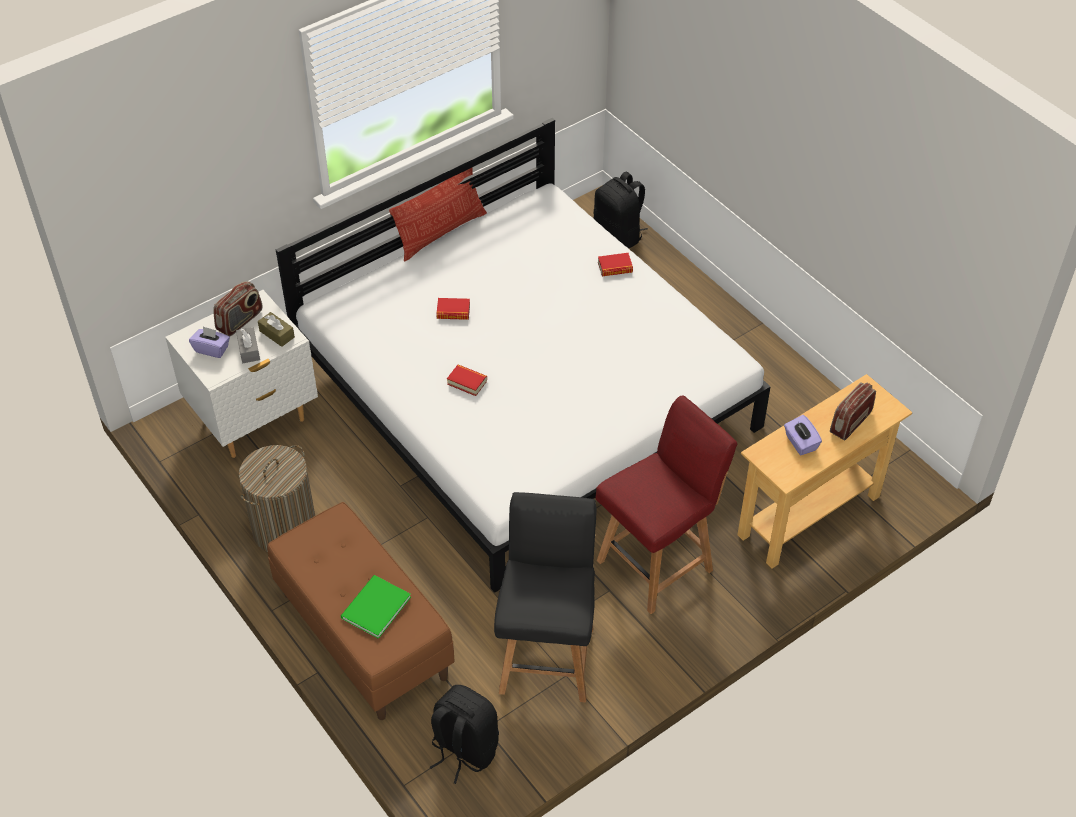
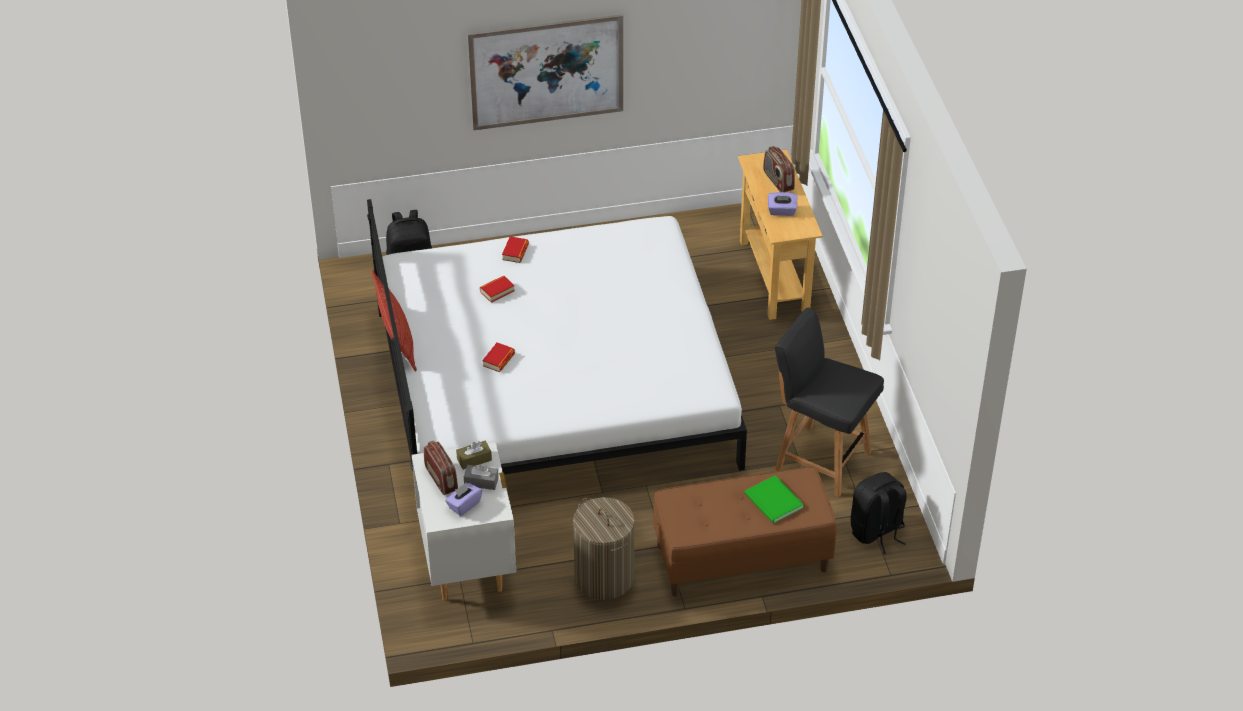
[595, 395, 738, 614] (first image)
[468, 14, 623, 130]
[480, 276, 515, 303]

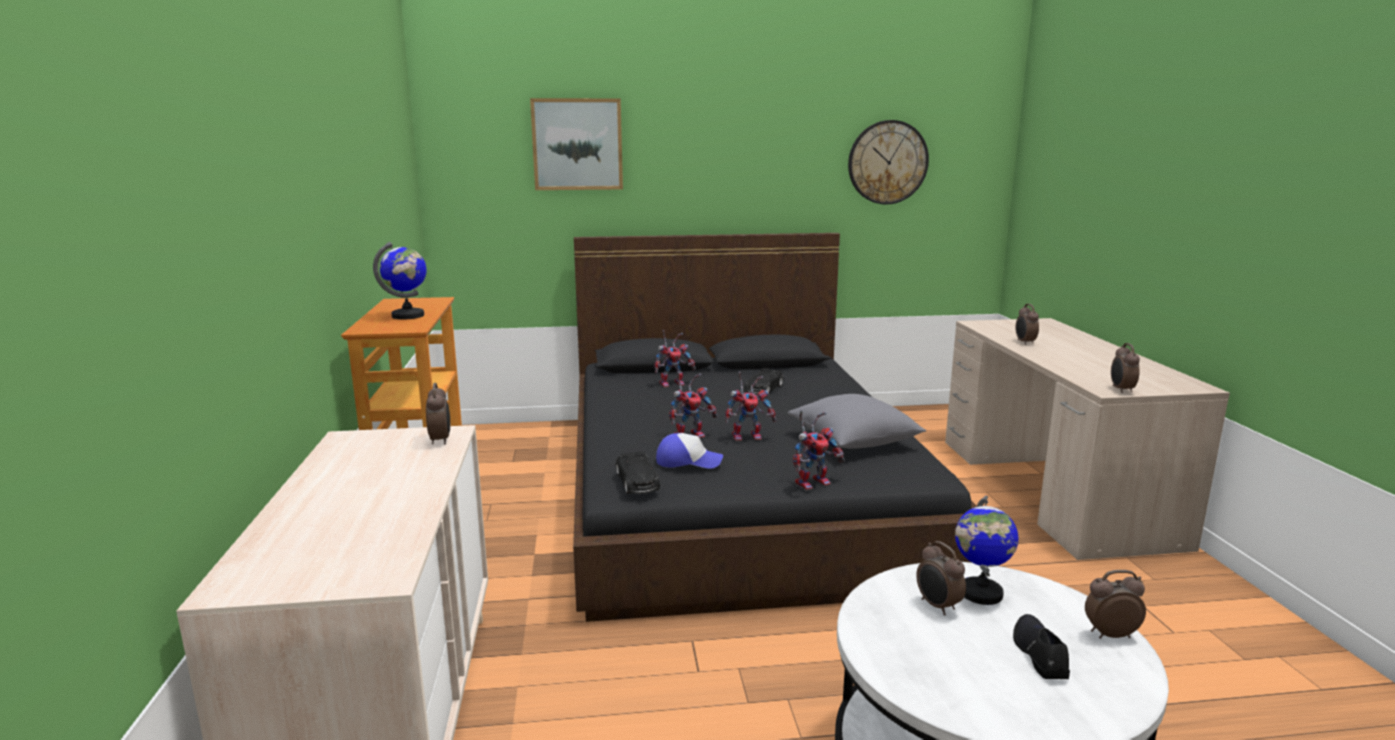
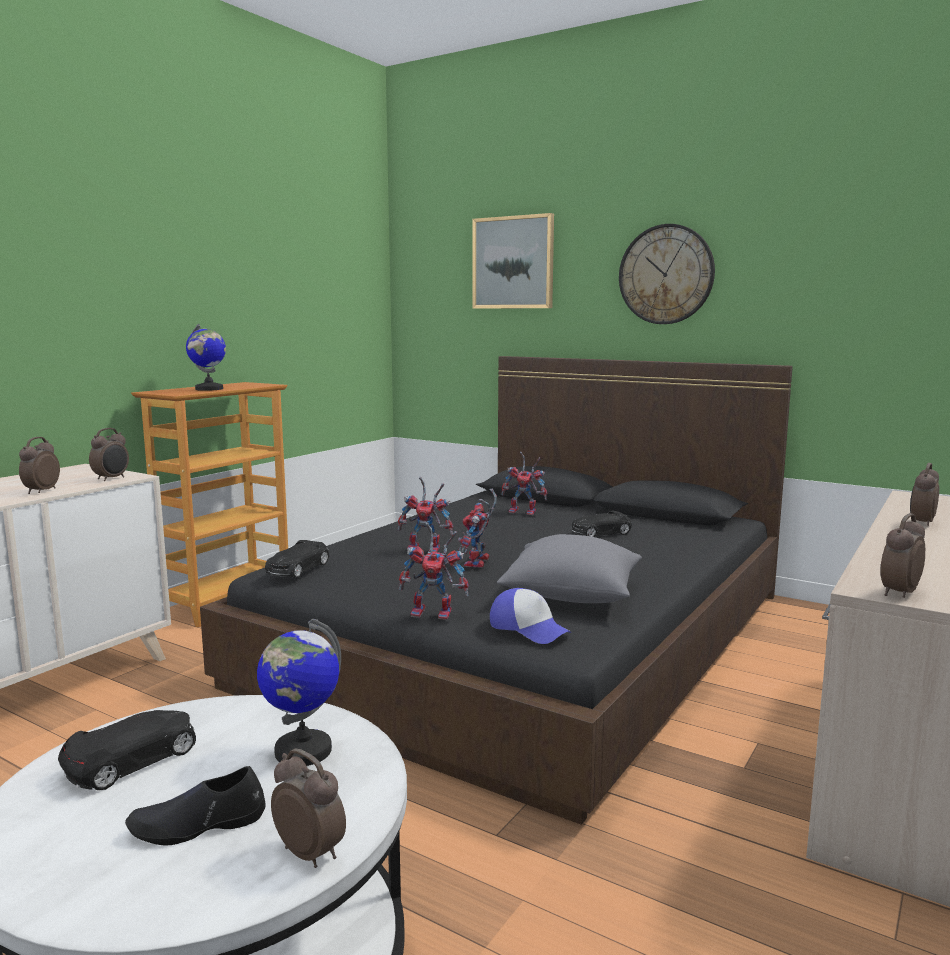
[58, 710, 196, 790]
[490, 588, 572, 644]
[619, 224, 715, 324]
[19, 437, 60, 494]
[458, 489, 497, 568]
[125, 766, 266, 846]

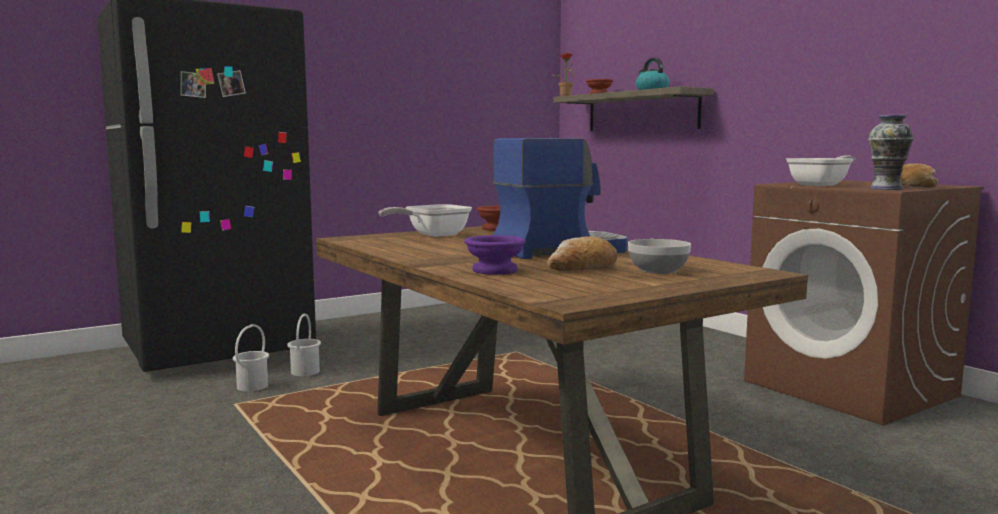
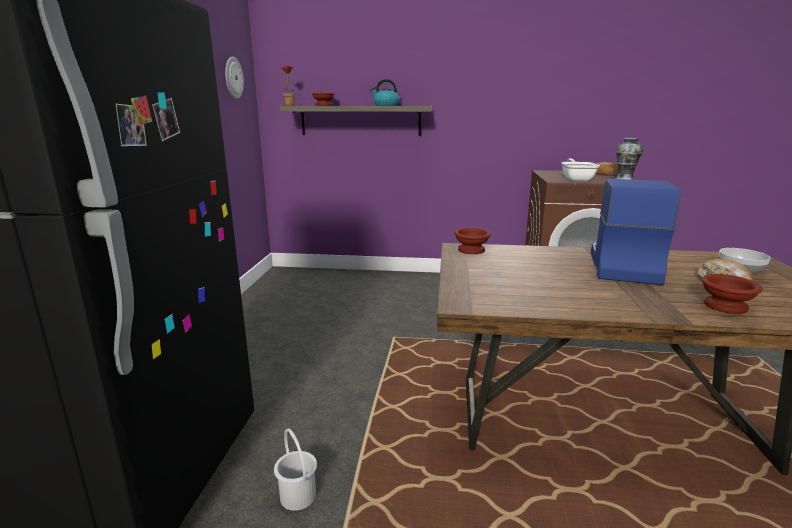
[287, 313, 321, 376] (first image)
[379, 204, 472, 237] (first image)
[225, 57, 244, 99]
[701, 274, 763, 314]

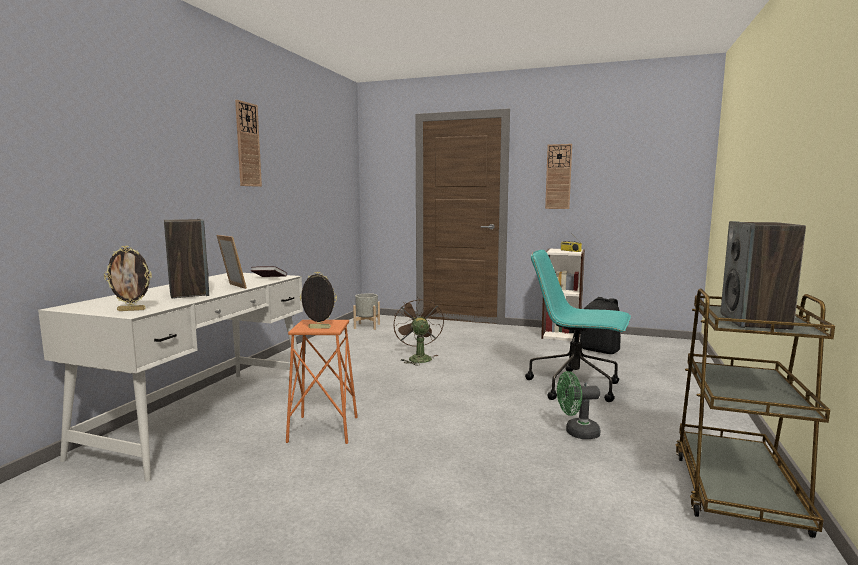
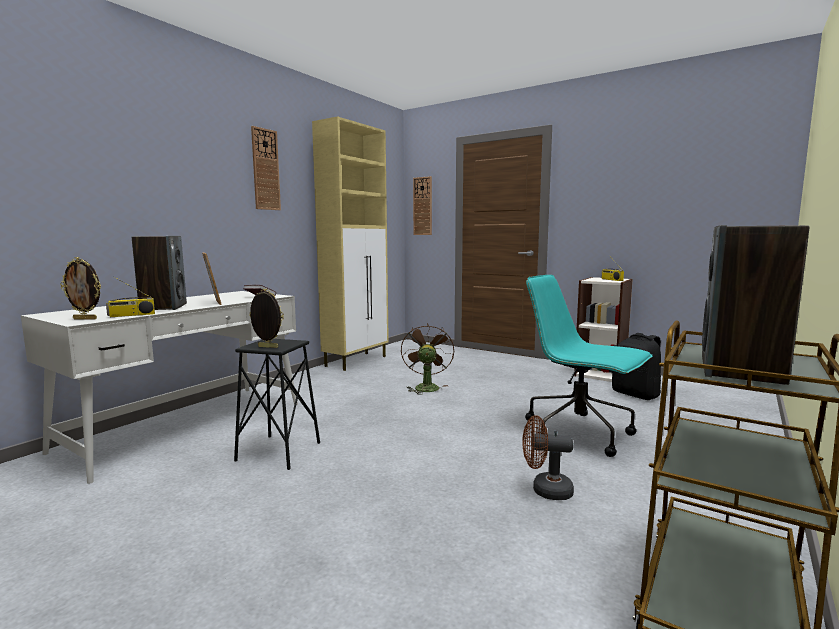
[353, 293, 380, 330] (first image)
[106, 277, 155, 317]
[312, 116, 389, 371]
[413, 176, 432, 235]
[234, 339, 320, 470]
[522, 415, 574, 500]

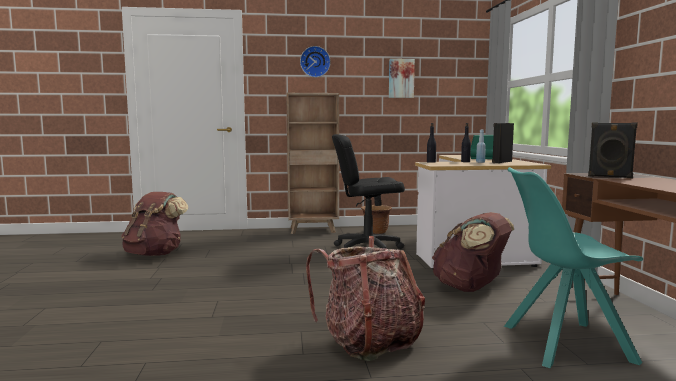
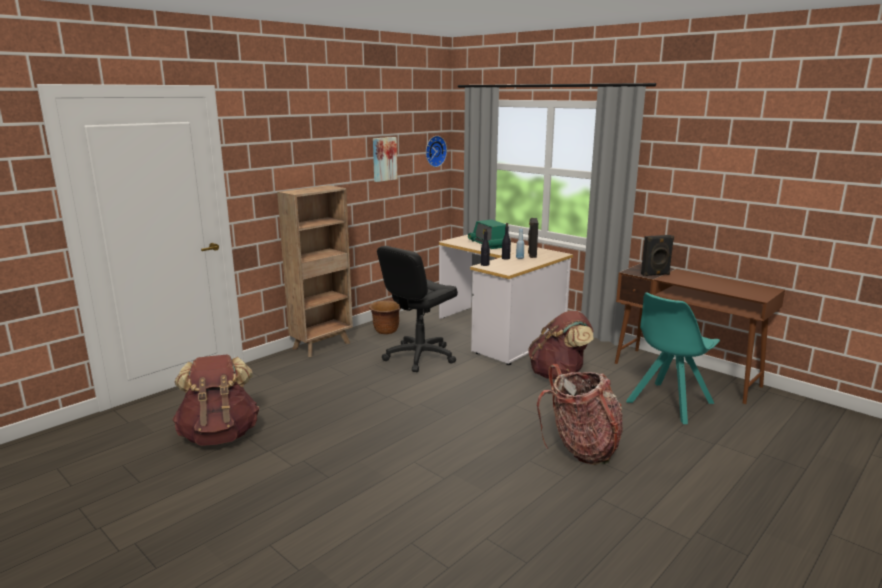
[426, 136, 447, 167]

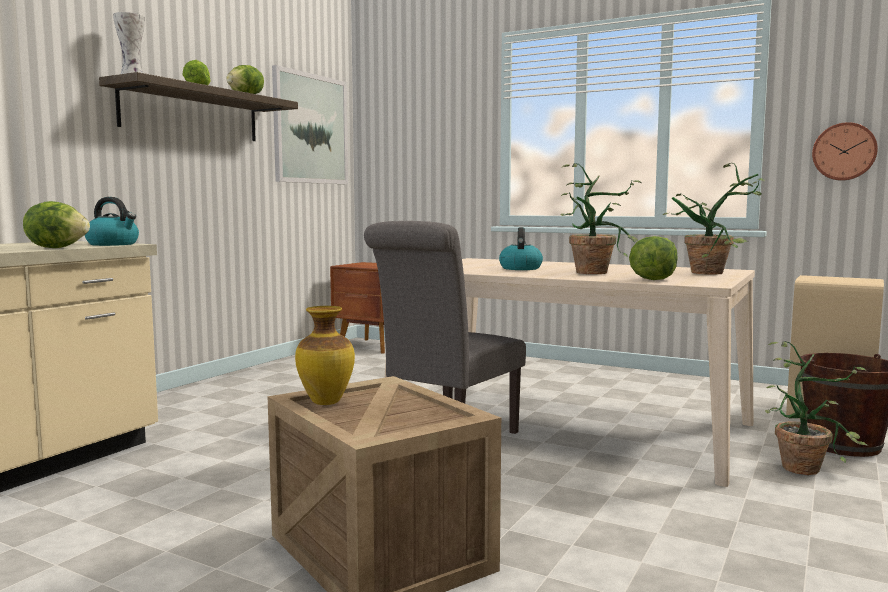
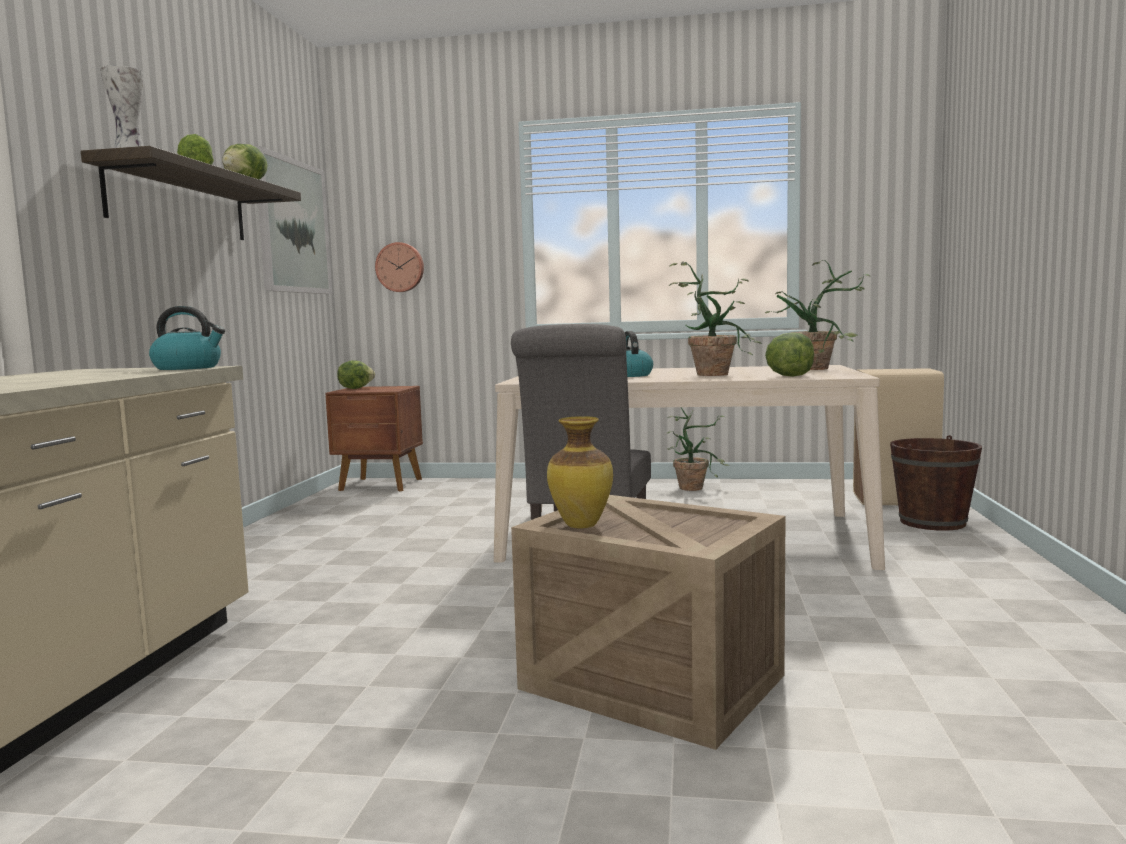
[337, 360, 375, 389]
[667, 407, 730, 491]
[375, 242, 424, 292]

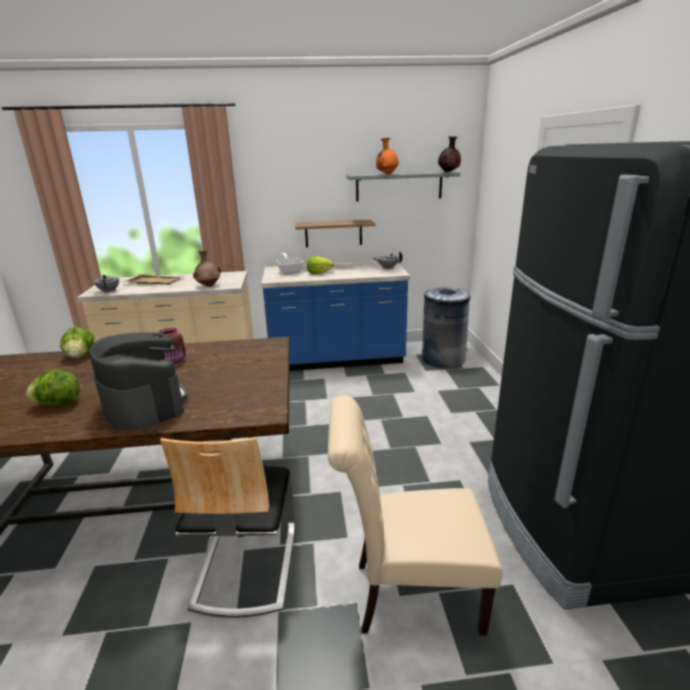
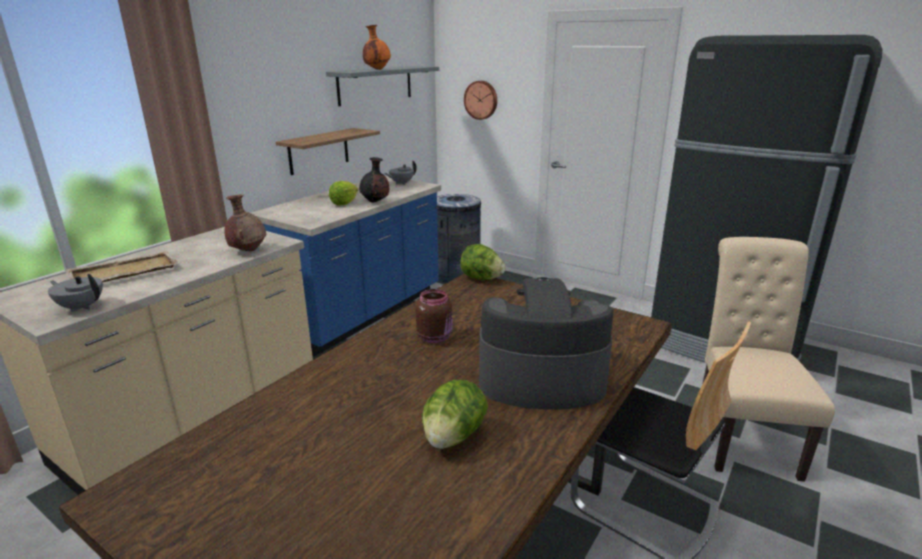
[276, 253, 303, 274] (first image)
[464, 81, 497, 120]
[460, 244, 505, 281]
[359, 157, 389, 202]
[703, 237, 835, 482]

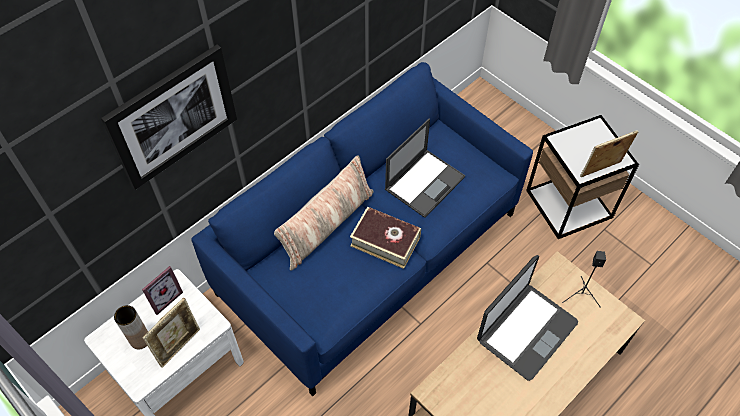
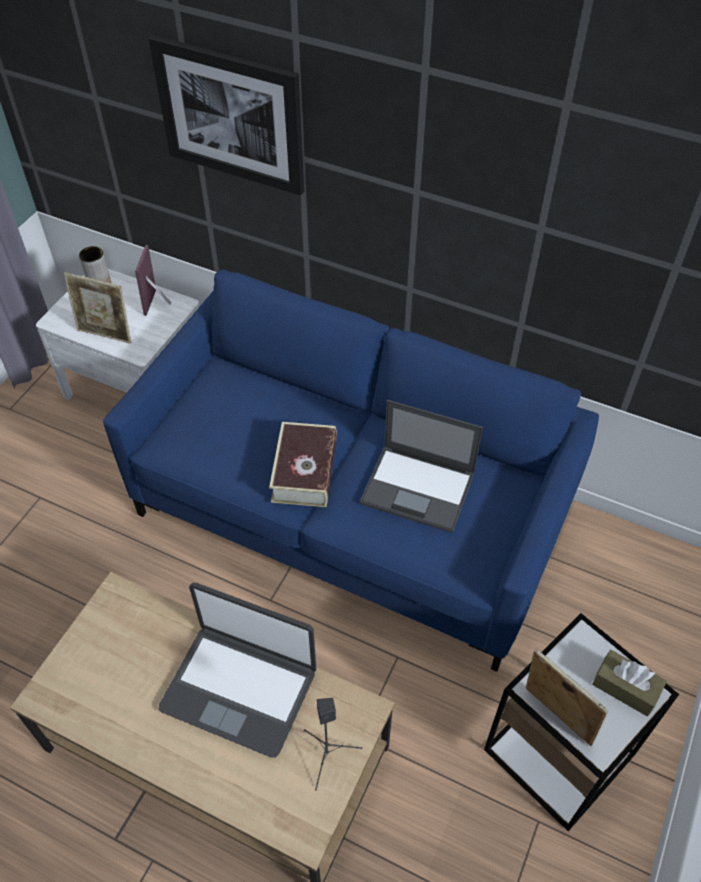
[274, 155, 374, 271] (first image)
[592, 650, 667, 716]
[135, 245, 171, 316]

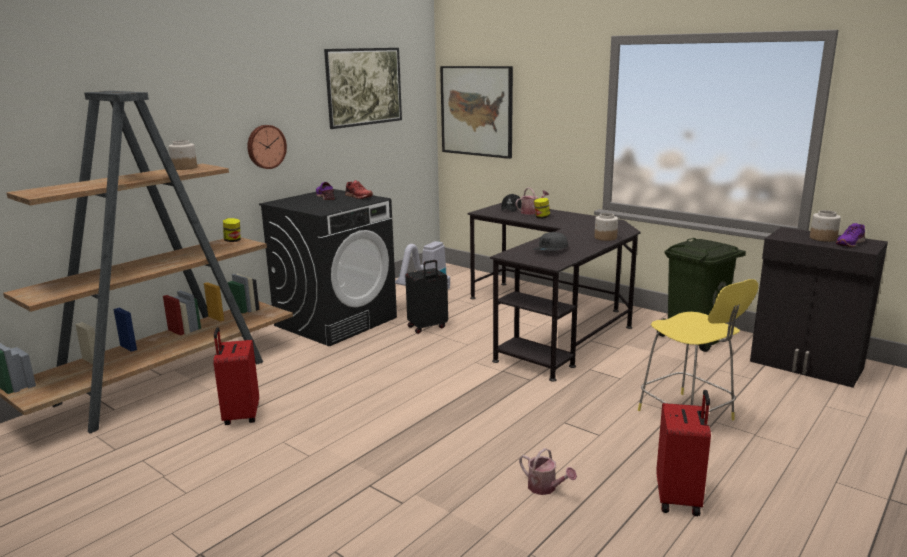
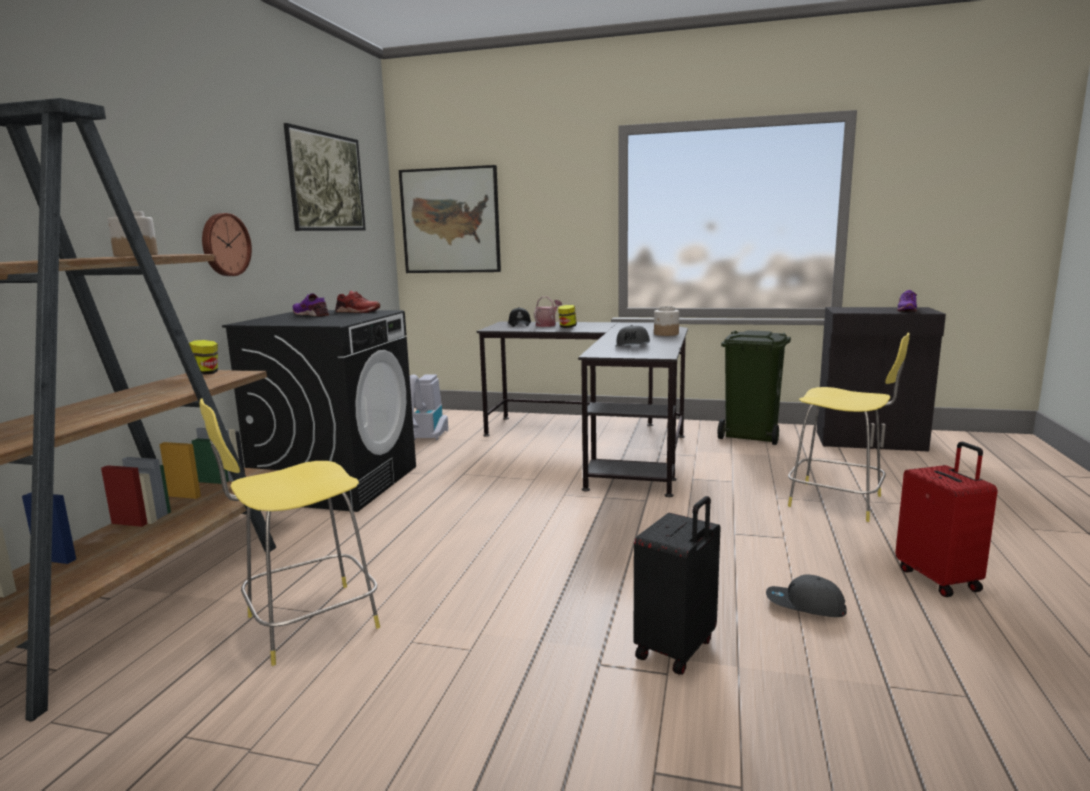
[810, 210, 841, 242] (first image)
[633, 496, 720, 675]
[200, 398, 380, 666]
[766, 574, 847, 617]

